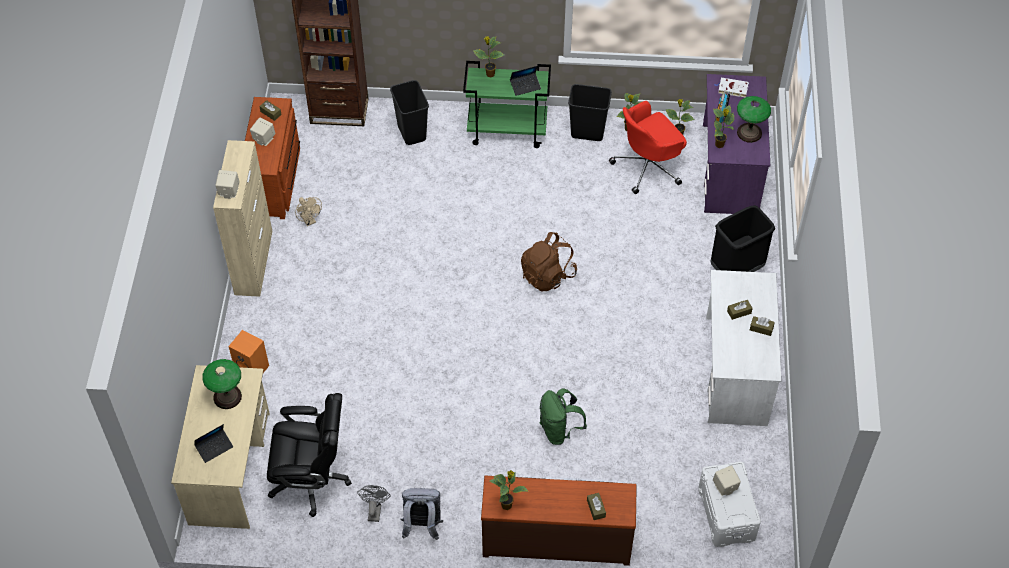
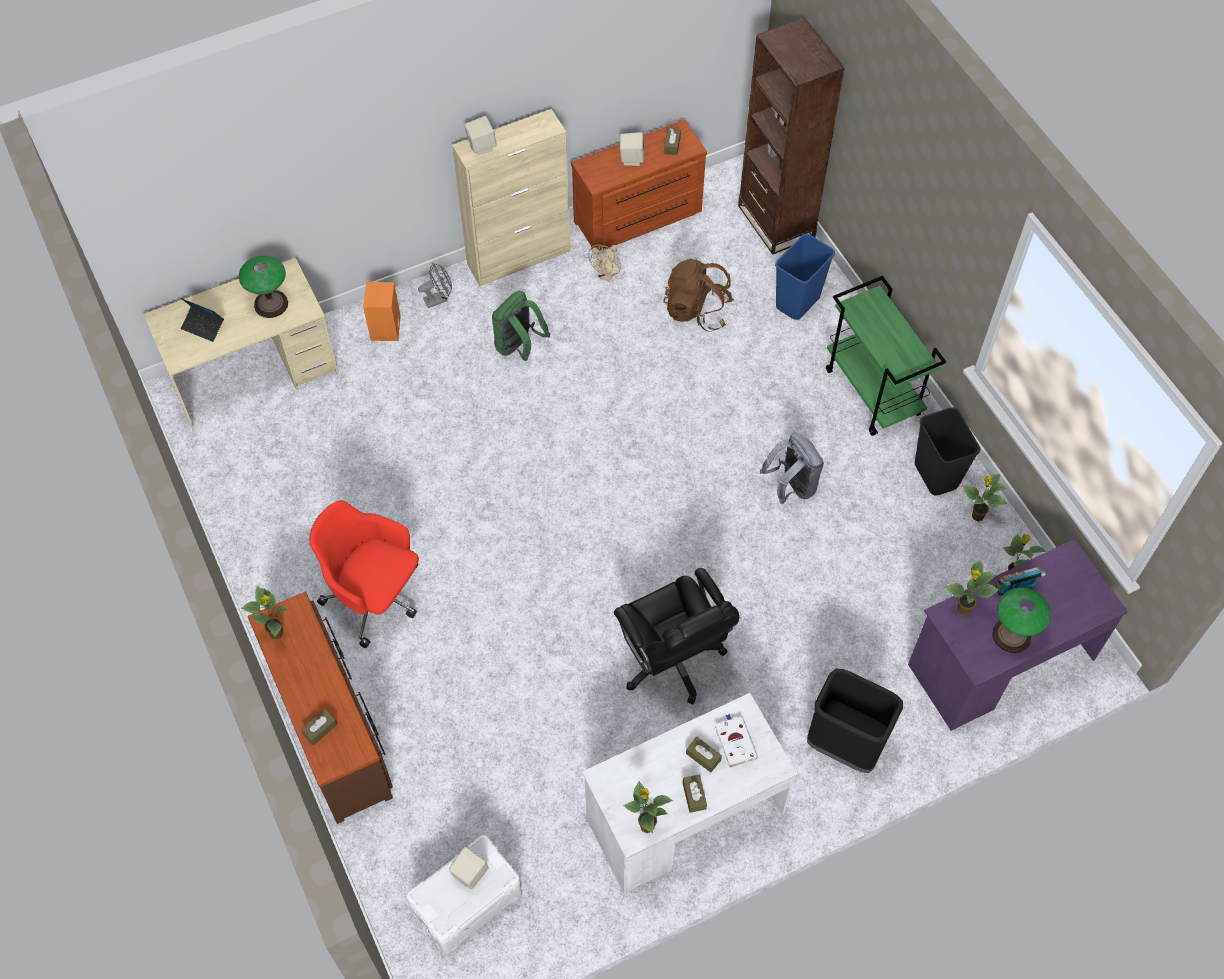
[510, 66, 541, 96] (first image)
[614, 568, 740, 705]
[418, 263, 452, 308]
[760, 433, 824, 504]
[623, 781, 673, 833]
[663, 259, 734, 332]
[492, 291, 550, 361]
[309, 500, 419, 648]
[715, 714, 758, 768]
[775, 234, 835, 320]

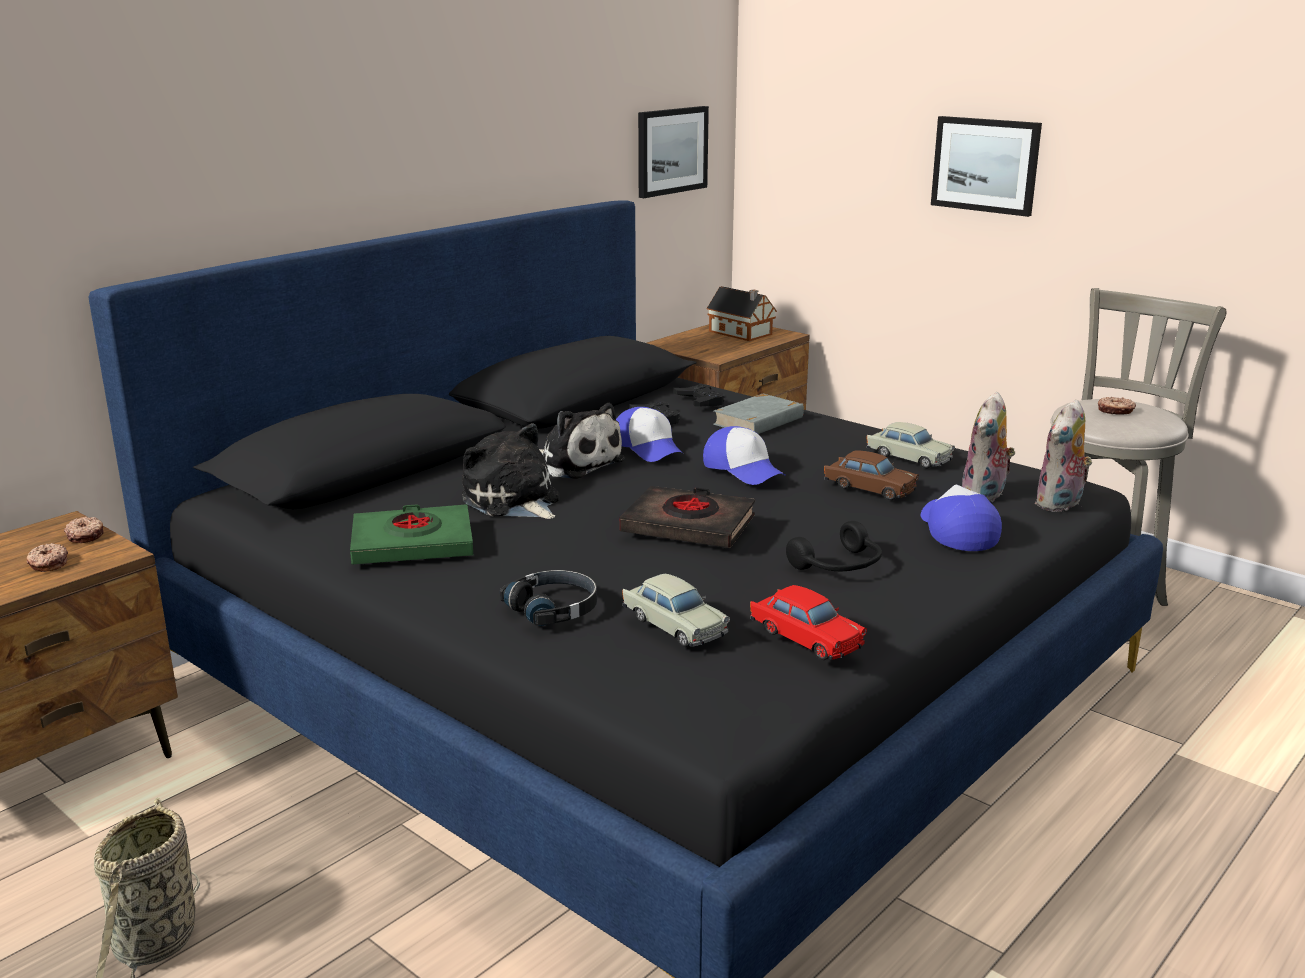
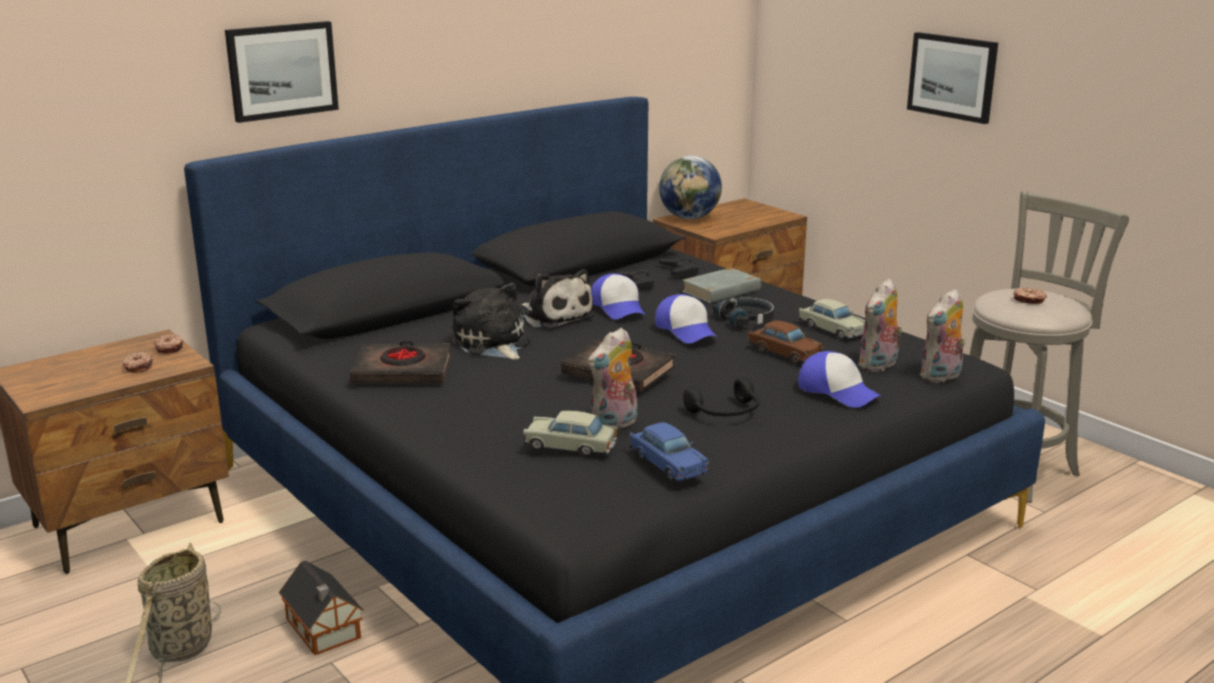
[588, 328, 637, 429]
[659, 156, 722, 219]
[713, 297, 774, 327]
[225, 21, 339, 123]
[279, 560, 364, 655]
[350, 341, 451, 383]
[629, 422, 709, 481]
[523, 411, 618, 456]
[798, 351, 882, 408]

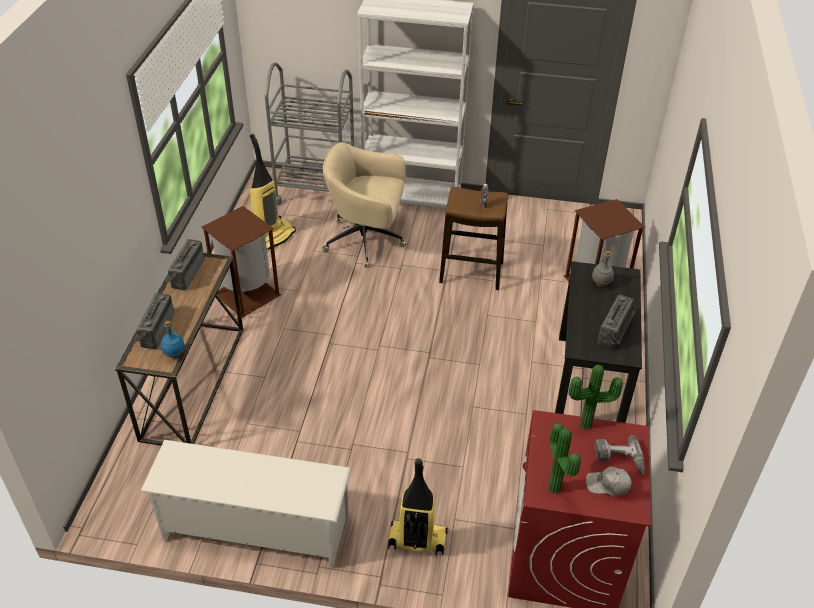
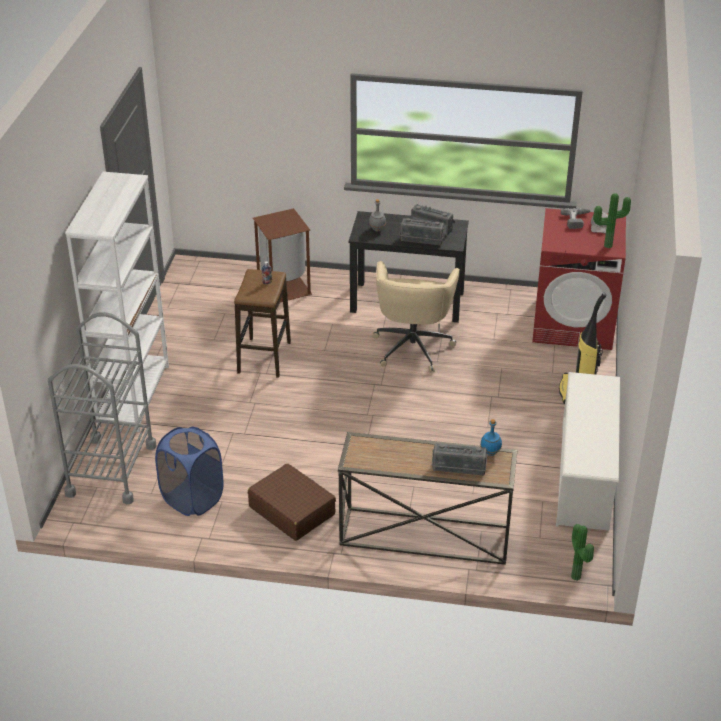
[399, 218, 444, 246]
[372, 261, 460, 372]
[571, 524, 594, 581]
[248, 463, 336, 541]
[155, 427, 224, 516]

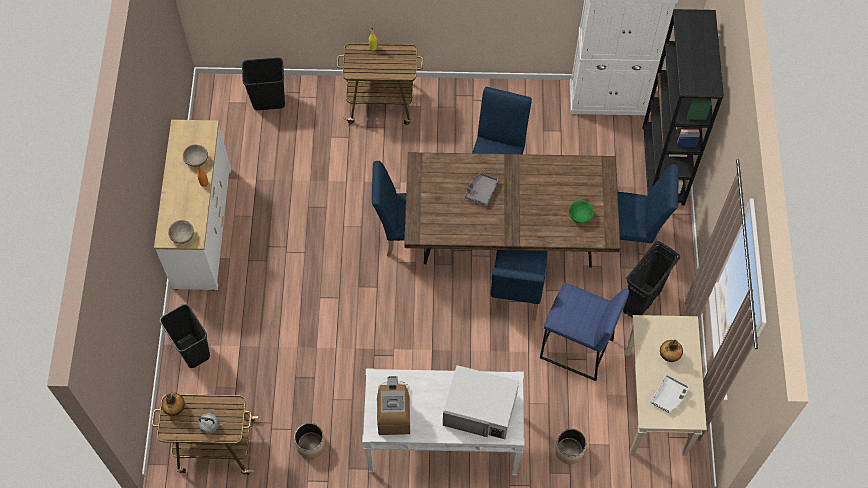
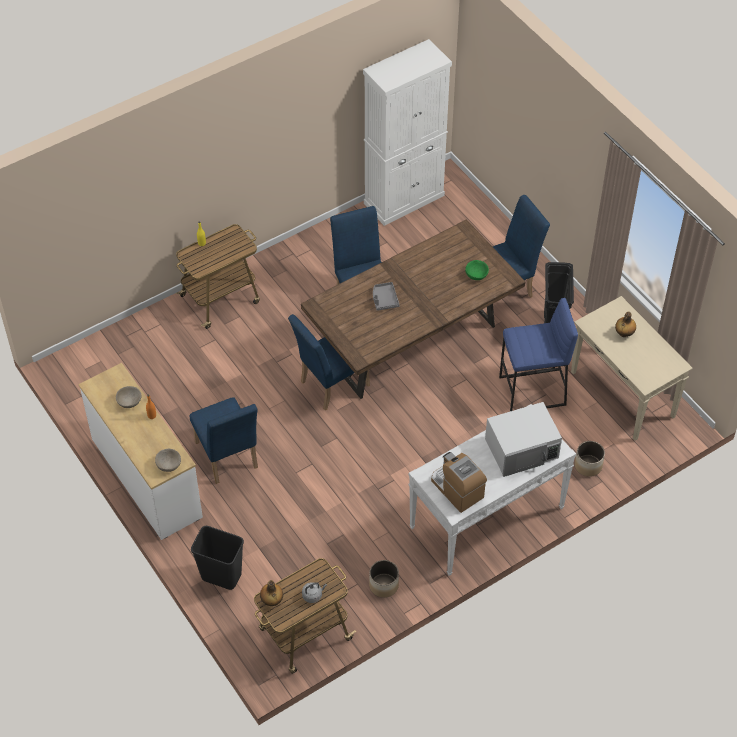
[242, 58, 285, 110] (first image)
[642, 9, 724, 206] (first image)
[650, 375, 689, 413] (first image)
[189, 397, 258, 484]

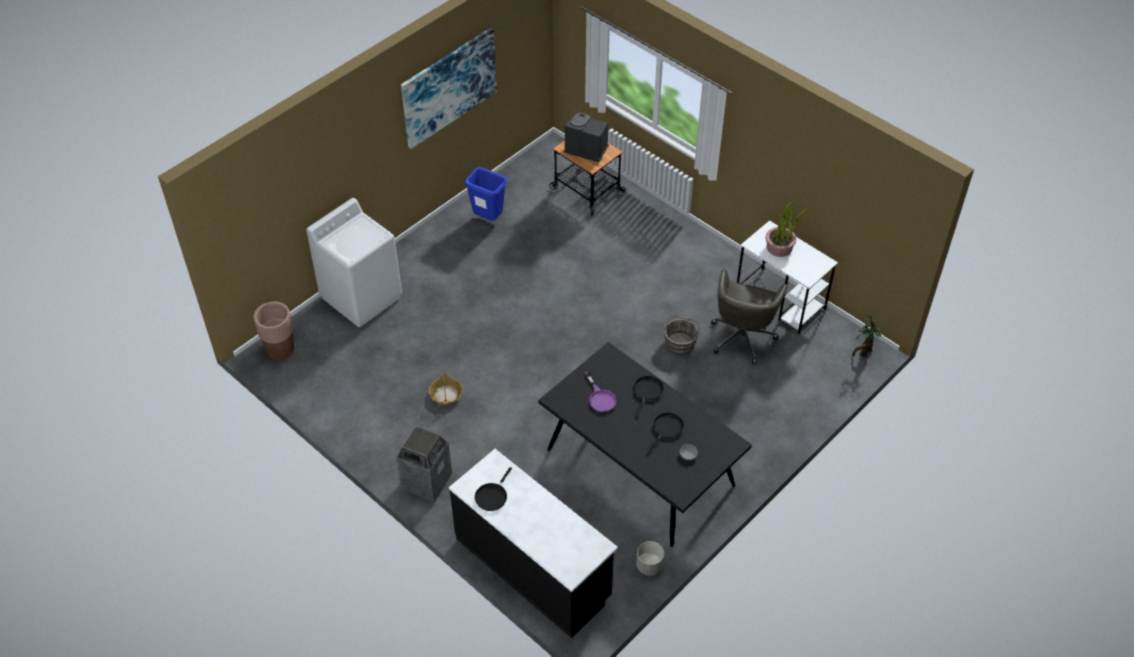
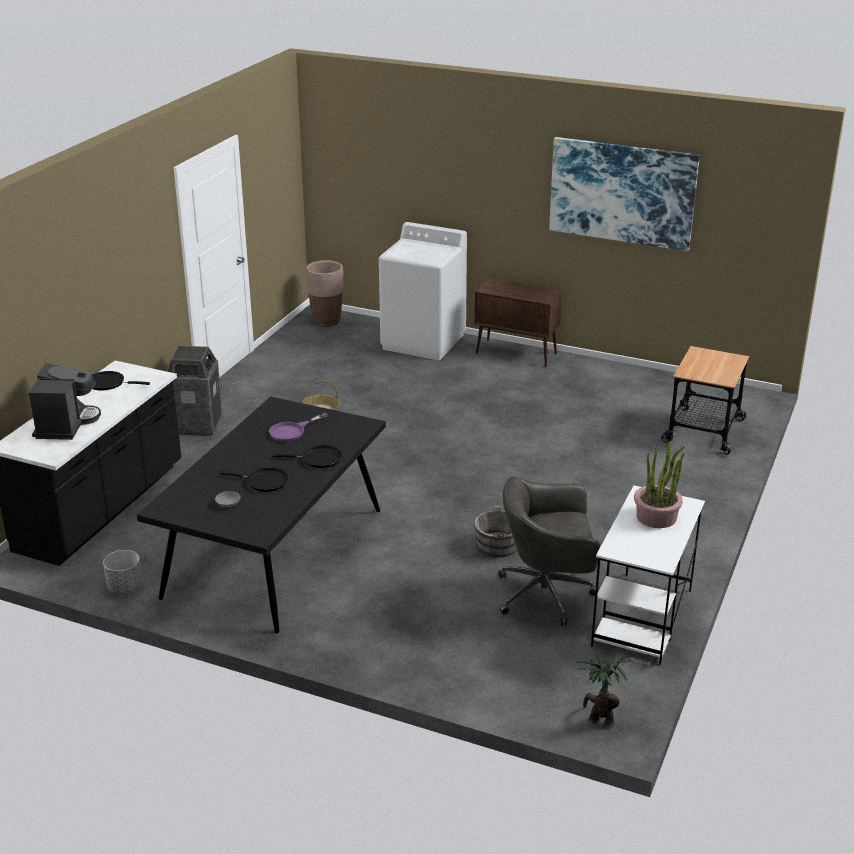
[465, 167, 507, 221] (first image)
[474, 278, 562, 367]
[29, 363, 101, 440]

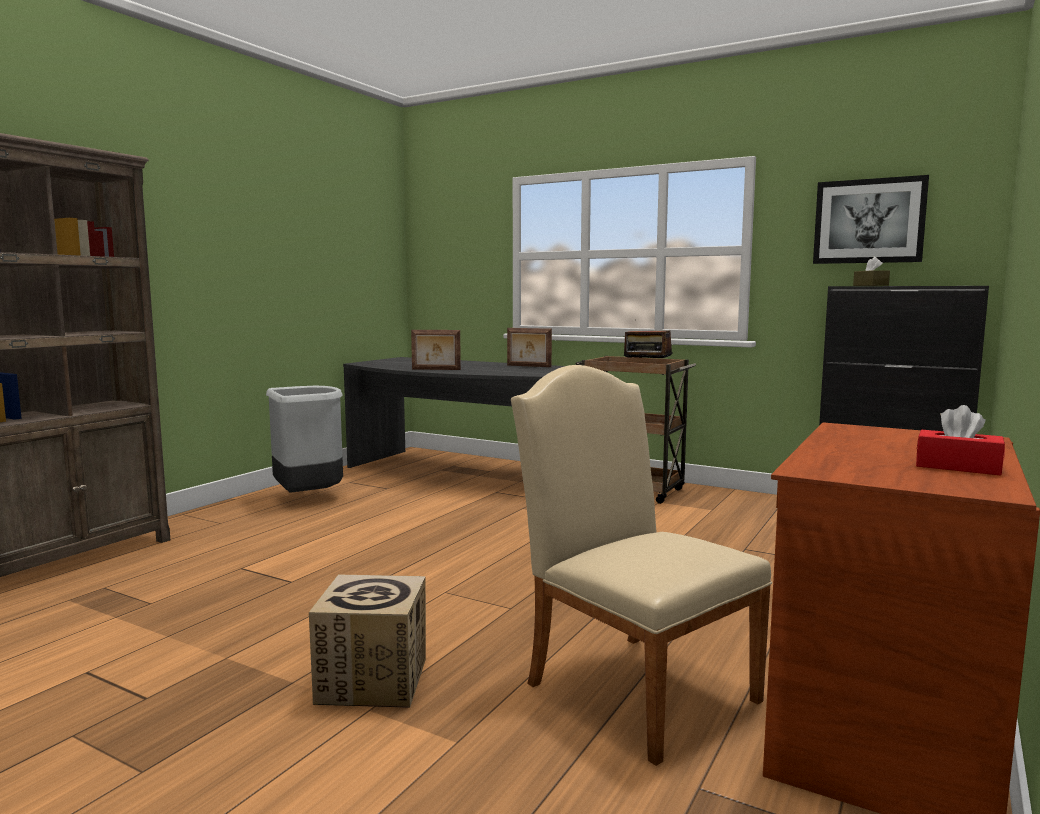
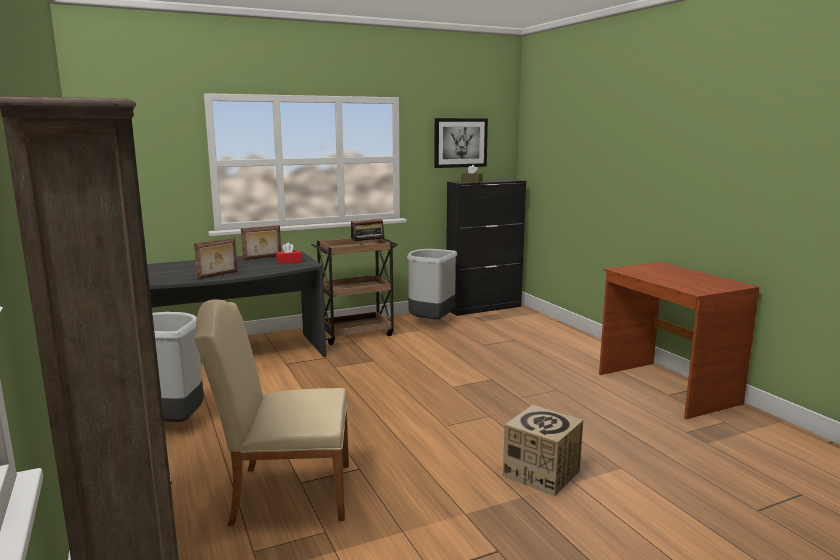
[407, 249, 457, 320]
[194, 299, 349, 526]
[276, 242, 302, 264]

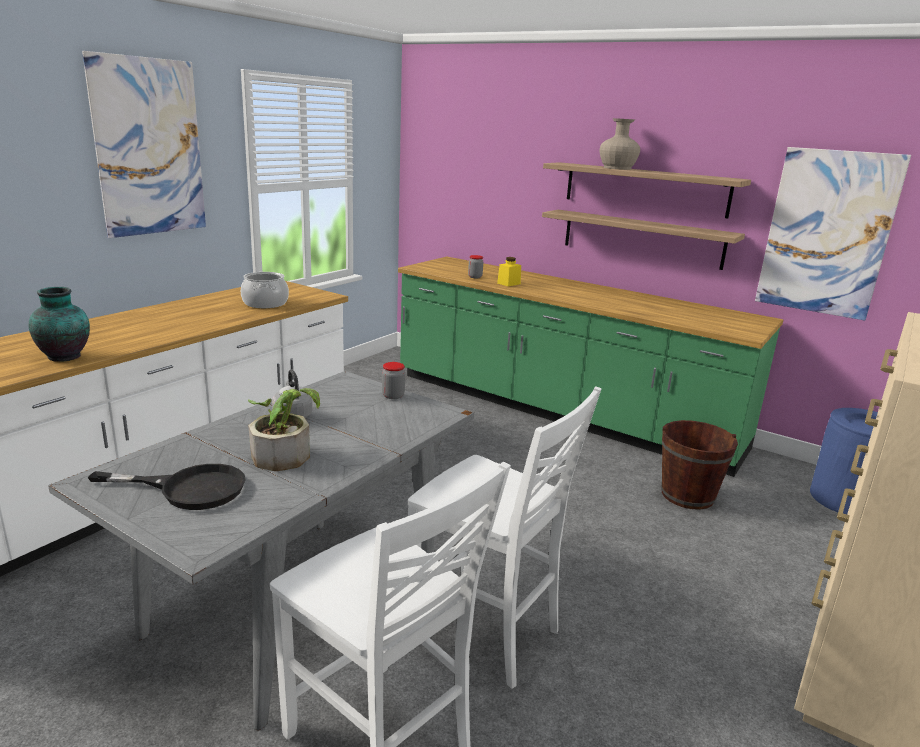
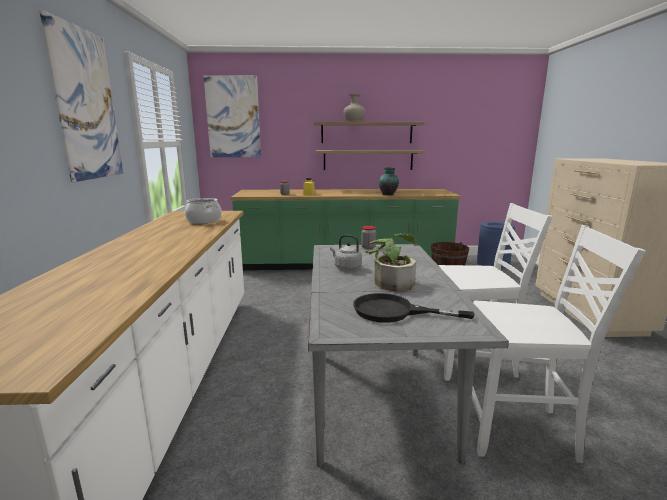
[379, 167, 399, 195]
[204, 75, 261, 157]
[353, 293, 475, 323]

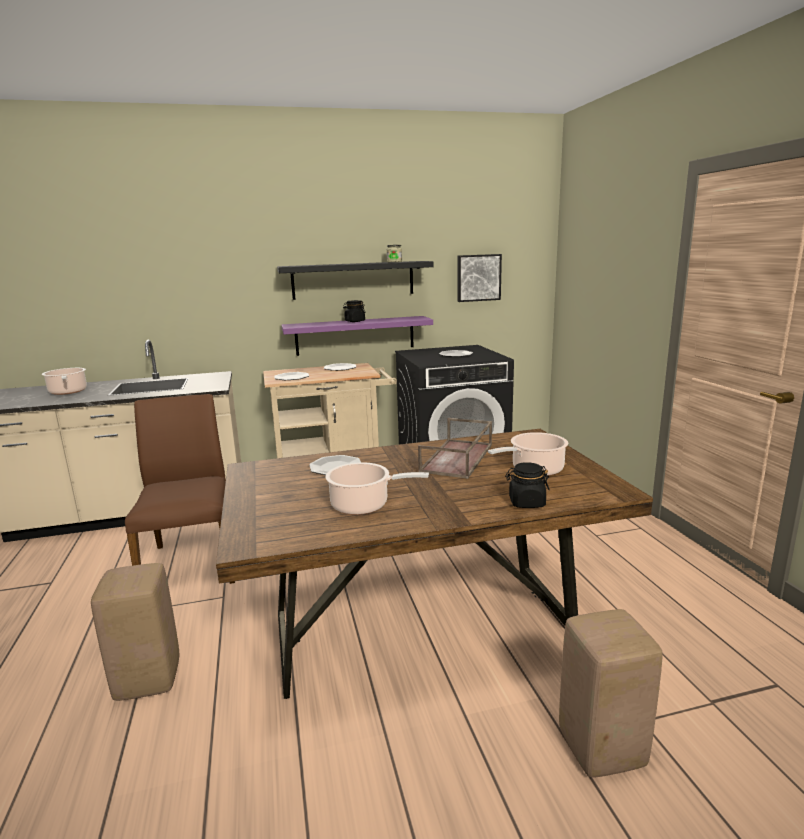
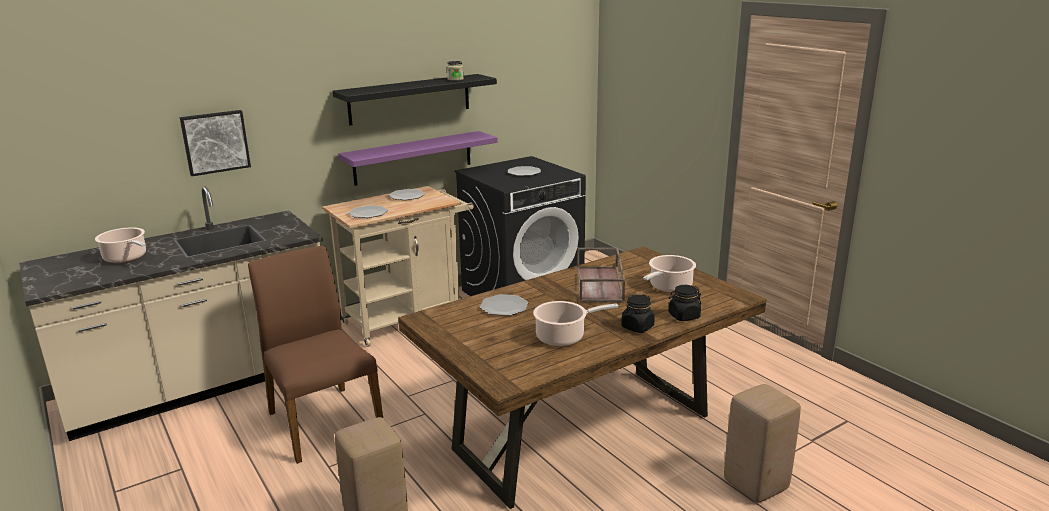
[621, 295, 655, 333]
[180, 110, 251, 176]

